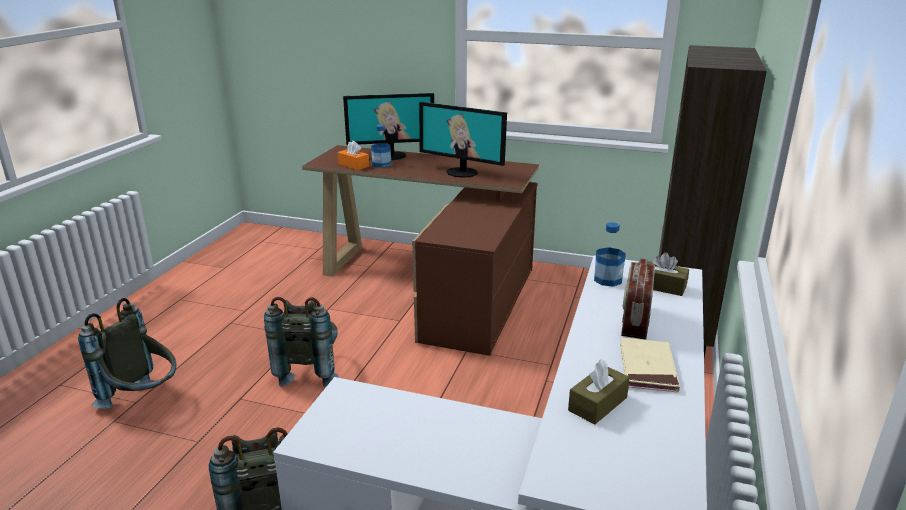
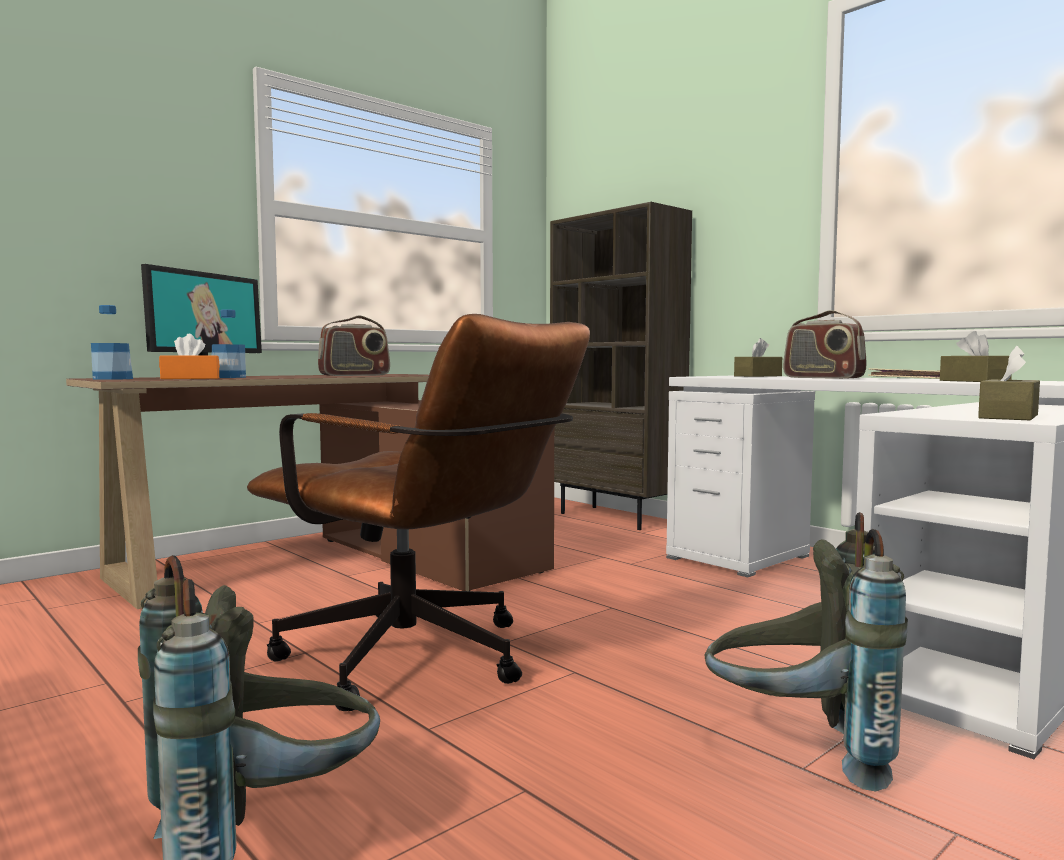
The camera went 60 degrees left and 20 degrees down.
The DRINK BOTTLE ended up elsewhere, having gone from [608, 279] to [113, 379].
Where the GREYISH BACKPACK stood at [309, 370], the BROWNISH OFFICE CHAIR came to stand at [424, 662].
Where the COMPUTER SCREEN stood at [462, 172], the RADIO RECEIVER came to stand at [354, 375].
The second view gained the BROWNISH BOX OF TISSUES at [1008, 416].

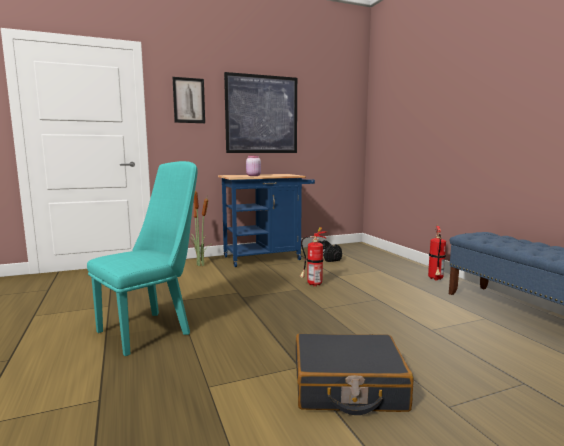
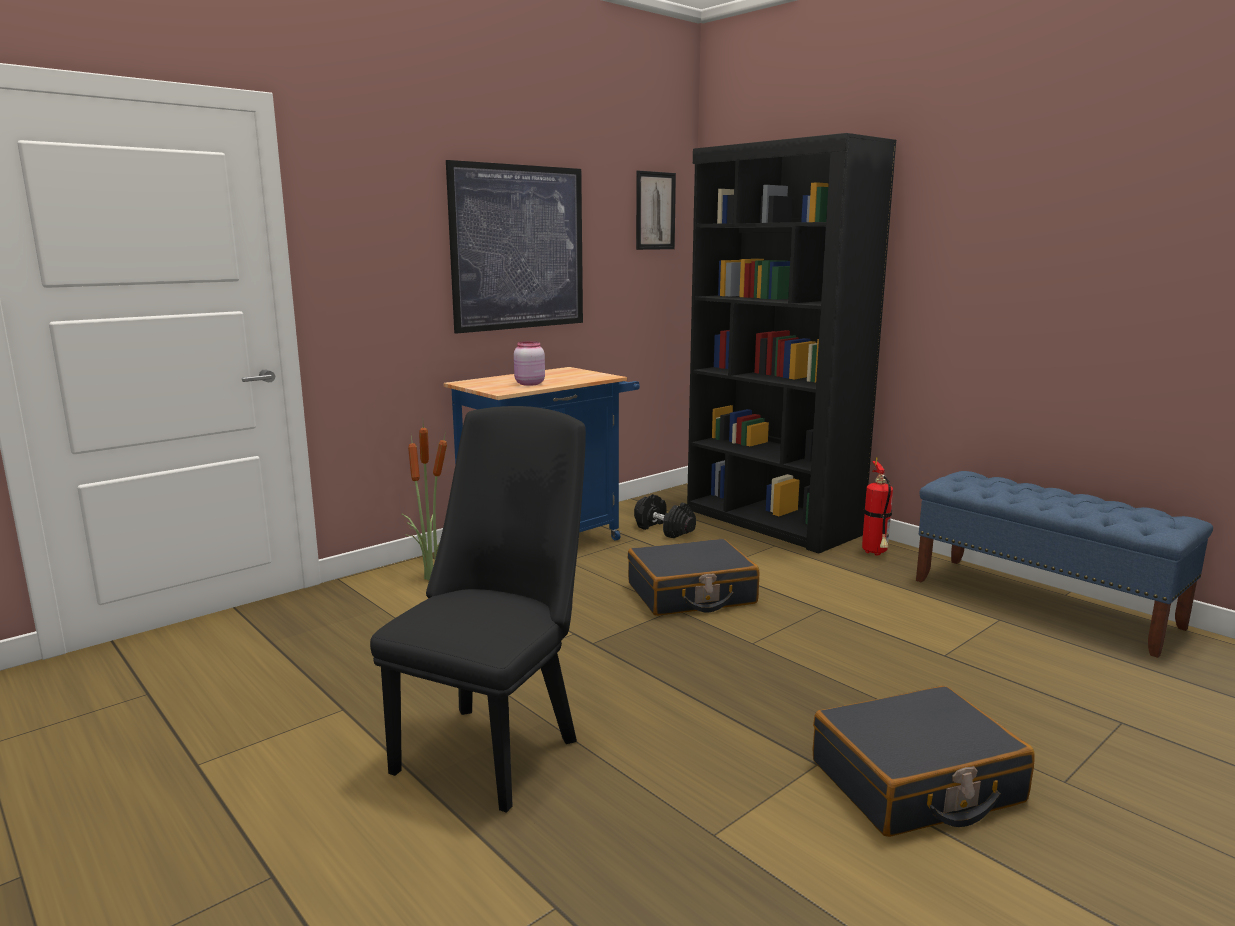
The camera went 20 degrees left and 5 degrees up.
What was the TURQUOISE UPRIGHT CHAIR at [151, 329] turned into the BLACKISH UPRIGHT CHAIR at [493, 746].
Where the FIRE EXTINGUISHER stood at [312, 284], the BLACKISH SUITCASE came to stand at [691, 594].
The WALL PICTURE ended up elsewhere, having gone from [189, 100] to [655, 211].
The second view gained the BLACKISH BOOKSHELF at [771, 522].

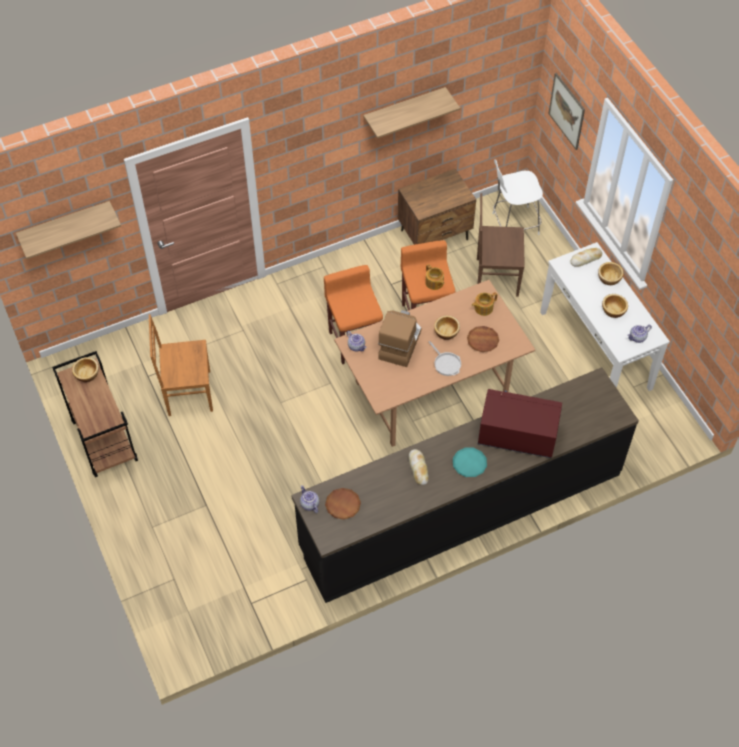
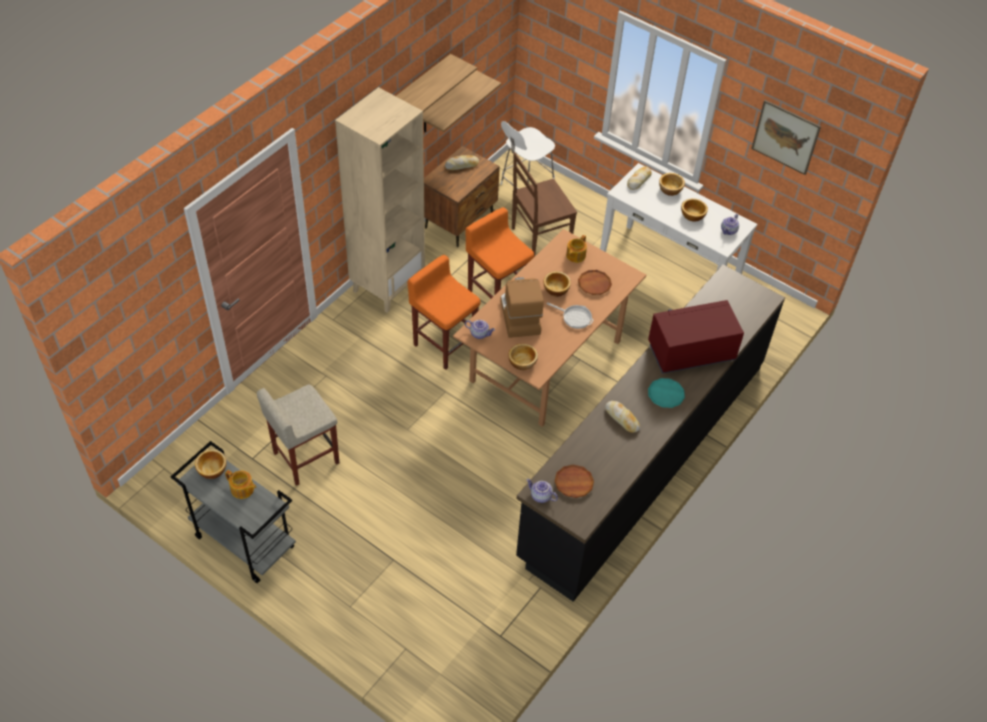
The camera went 30 degrees left and 5 degrees down.
What was the BROWNISH WHEELED CART at [103, 440] turned into the GREYISH WHEELED CART at [243, 542].
The TEA POT ended up elsewhere, having gone from [434, 283] to [242, 489].
Where the BROWNISH UPRIGHT CHAIR stood at [187, 393], the BEIGE SITTING STOOL came to stand at [305, 458].
The second view gained the BEIGE BOOKSHELF at [387, 285].
The BRACKET SHELF ended up elsewhere, having gone from [65, 225] to [446, 103].
The second view gained the BREAD at [461, 165].
The second view gained the BOWL at [522, 362].
The WALL PICTURE ended up elsewhere, having gone from [567, 111] to [785, 137].

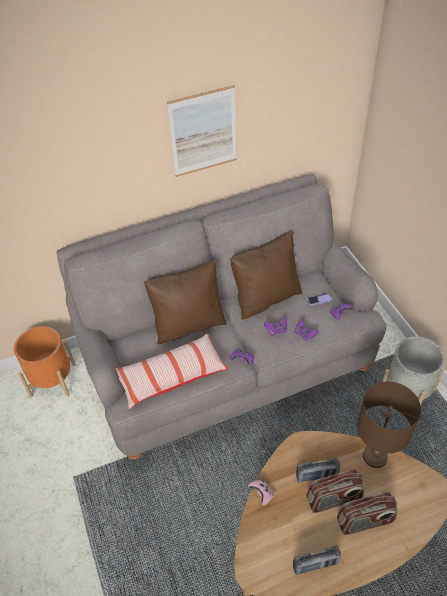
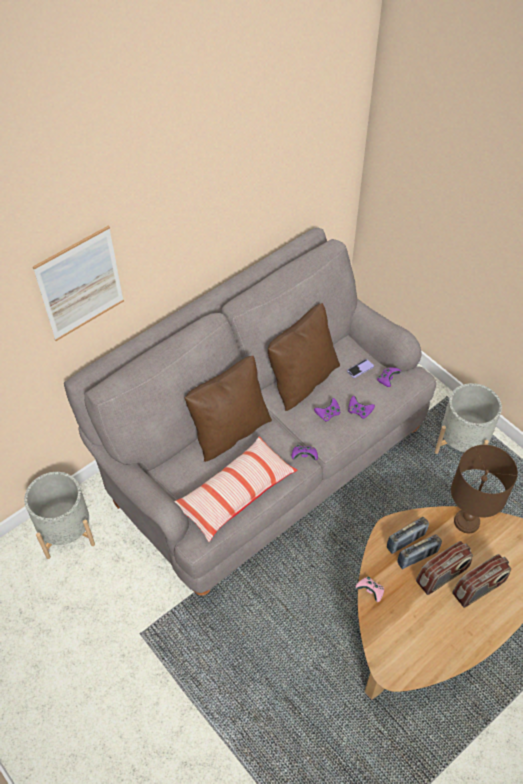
The camera went 20 degrees left and 5 degrees up.
What was the ORANGE-COLOURED FLOWER POT at [52, 380] turned into the GREYISH FLOWER POT at [66, 531].
The WALL PICTURE ended up elsewhere, having gone from [203, 132] to [80, 284].
The RADIO RECEIVER ended up elsewhere, having gone from [315, 565] to [406, 541].

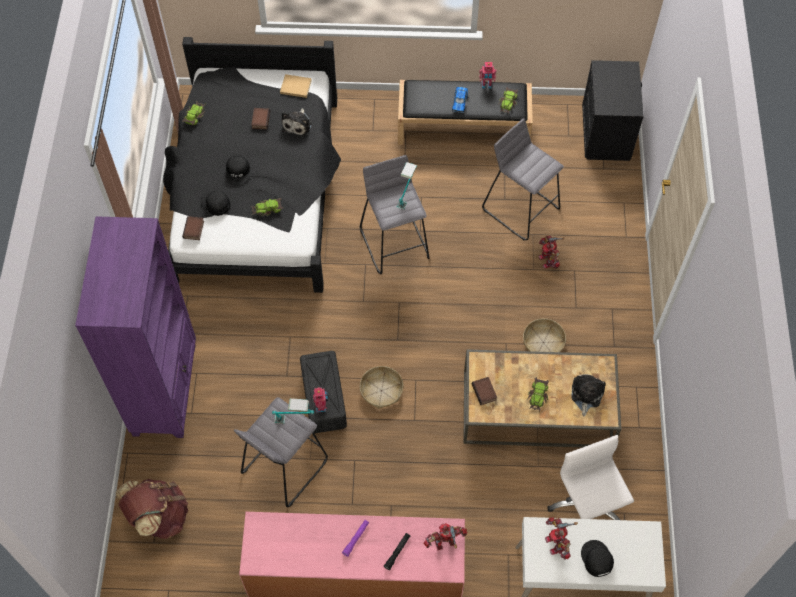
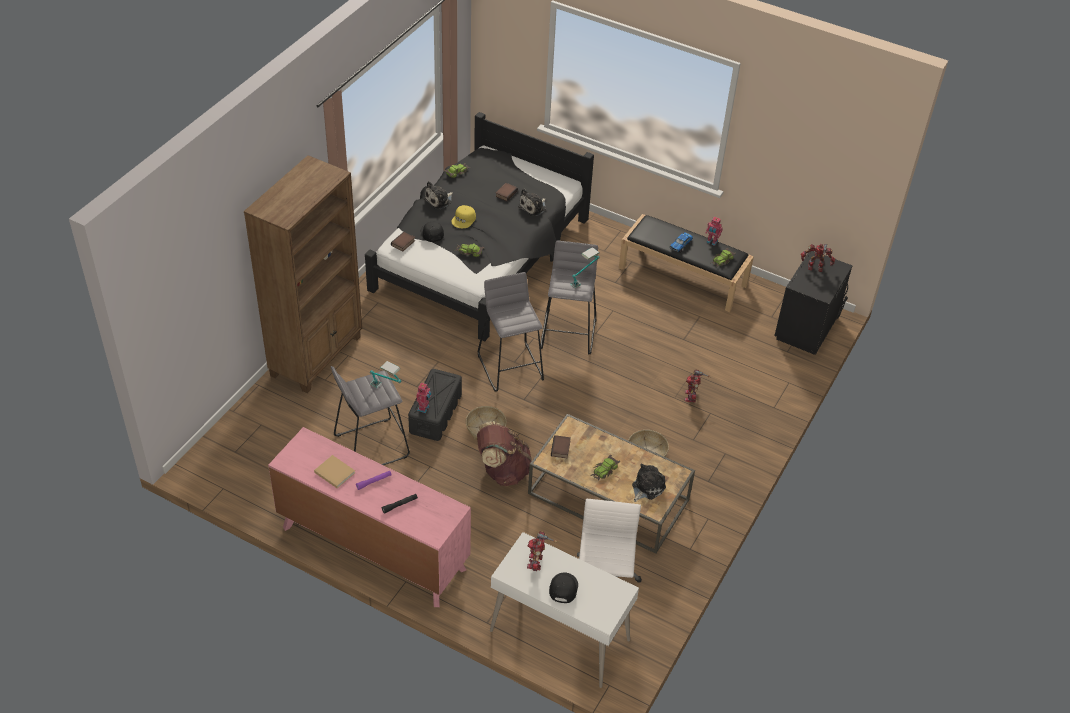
The camera went 25 degrees right and 15 degrees down.
What was the PURPLE BOOKSHELF at [165, 389] turned into the BROWNISH BOOKSHELF at [317, 356].
The BEIGE BOUND BOOK ended up elsewhere, having gone from [295, 86] to [334, 472].
The second view gained the CUDDLY TOY at [439, 200].
What was the BLACKISH PEAKED CAP at [238, 172] turned into the YELLOW-COLOURED PEAKED CAP at [464, 219].
The BROWNISH BACKPACK ended up elsewhere, having gone from [159, 516] to [502, 471].
The GREYISH SITTING STOOL ended up elsewhere, having gone from [520, 208] to [511, 367].
The MODEL ROBOT ended up elsewhere, having gone from [445, 543] to [815, 268].

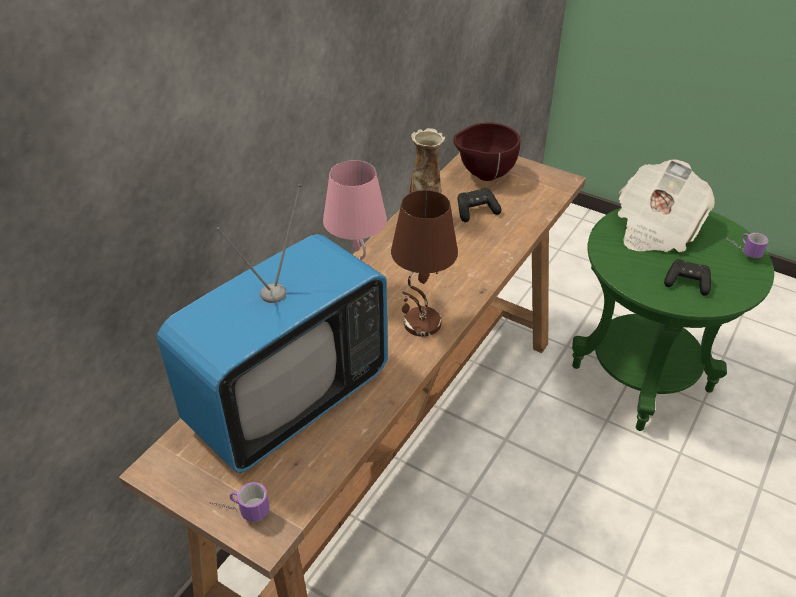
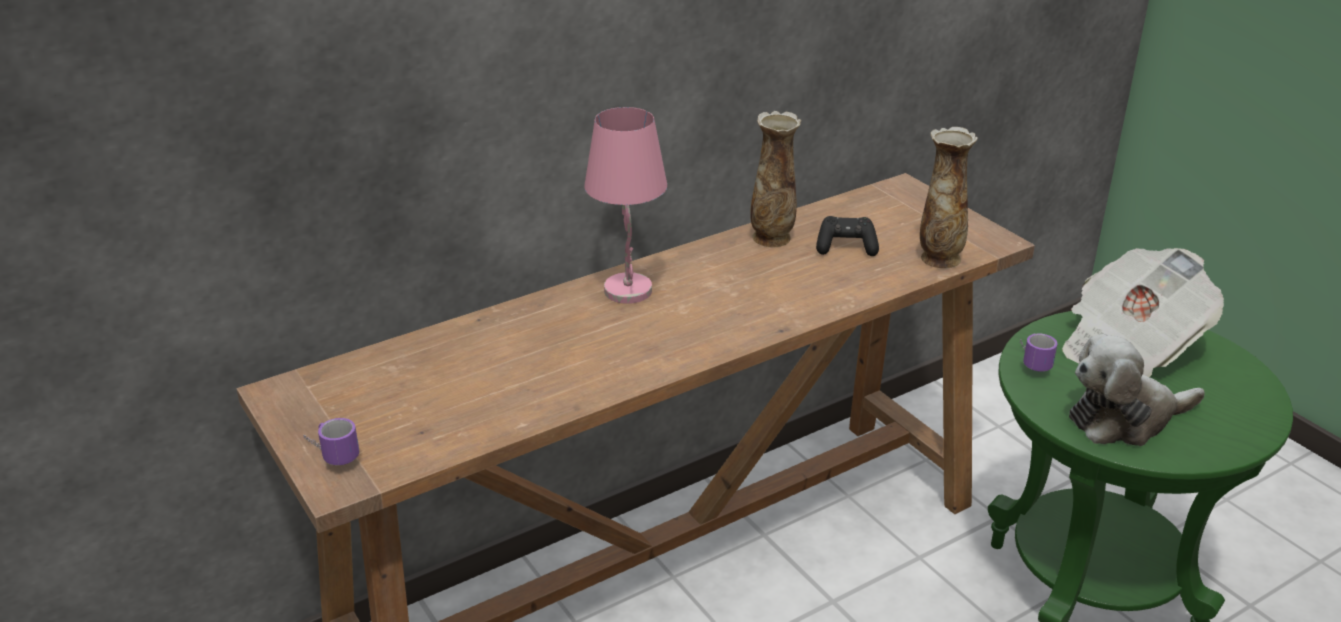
The camera went 25 degrees right and 10 degrees down.
The second view gained the VASE at [939, 258].
The TEA MUG ended up elsewhere, having gone from [742, 250] to [1030, 361].
Where the BLACKISH GAME CONTROLLER stood at [686, 283], the CUDDLY TOY came to stand at [1124, 419].
The second view lost the TELEVISION at [288, 400].
The second view lost the BROWNISH TABLE LAMP at [421, 324].
The second view lost the BROWNISH BOWL at [483, 176].

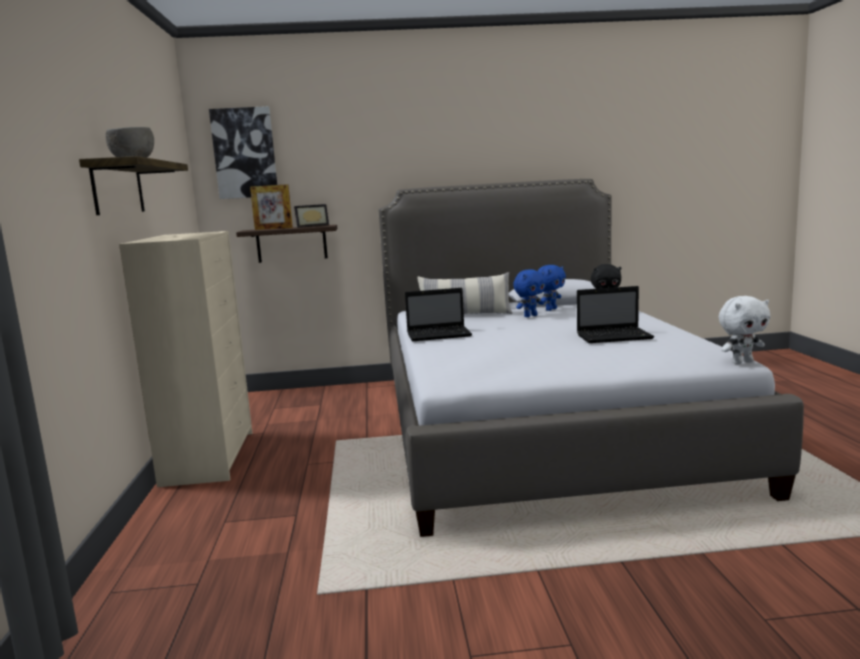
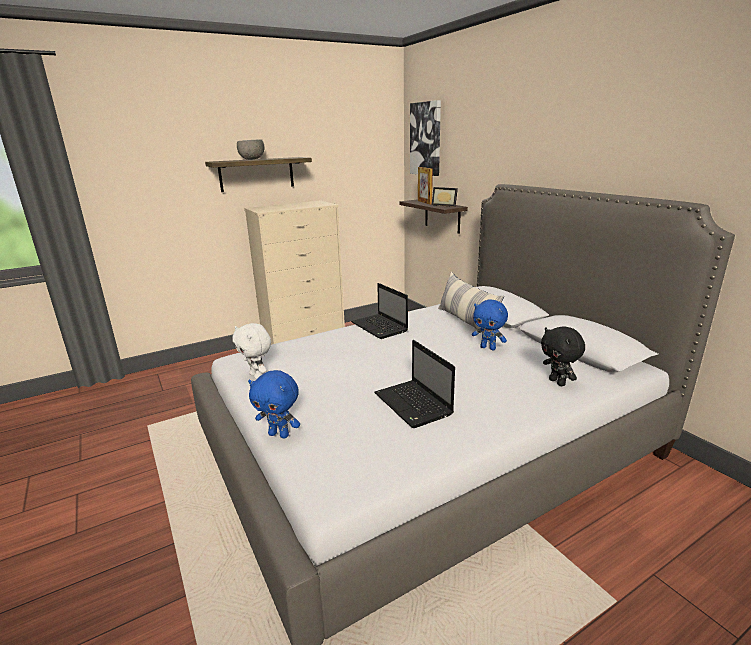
The camera went 65 degrees right and 10 degrees up.
The WHITE-COLOURED CUDDLY TOY ended up elsewhere, having gone from [742, 362] to [257, 376].
The BLUE-COLOURED CUDDLY TOY ended up elsewhere, having gone from [550, 309] to [279, 434].

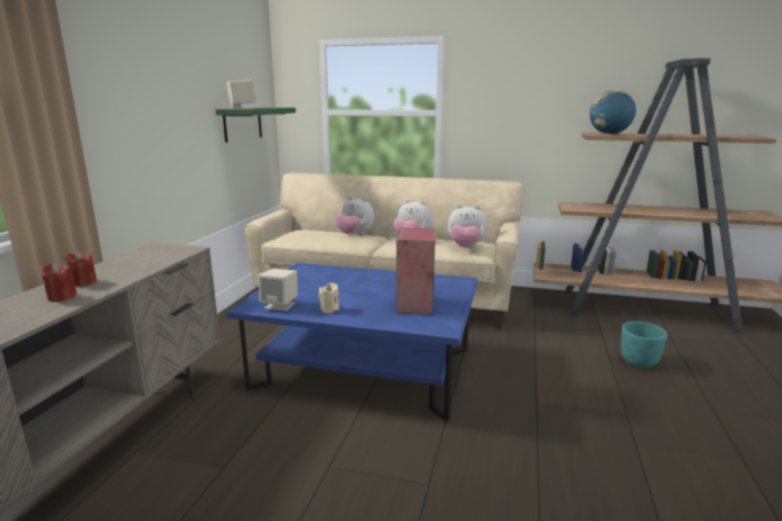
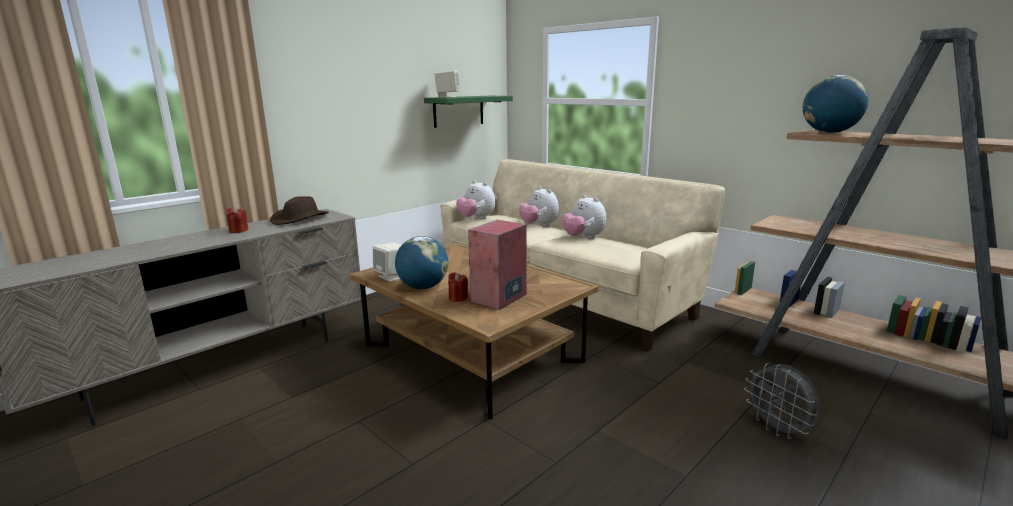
The camera went 30 degrees right and 0 degrees up.
The second view gained the BROWNISH CLOTHING HAT at [300, 219].
What was the BLUE-COLOURED COFFEE TABLE at [364, 368] turned into the BROWNISH COFFEE TABLE at [472, 353].
Where the BEIGE WAX LIGHT stood at [329, 309], the GLOBE came to stand at [423, 287].
The REDDISH WAX LIGHT ended up elsewhere, having gone from [62, 297] to [458, 298].
The CUDDLY TOY ended up elsewhere, having gone from [465, 247] to [476, 218].
Where the TURQUOISE FLOWER POT stood at [639, 362], the GREYISH COOLING FAN came to stand at [778, 429].

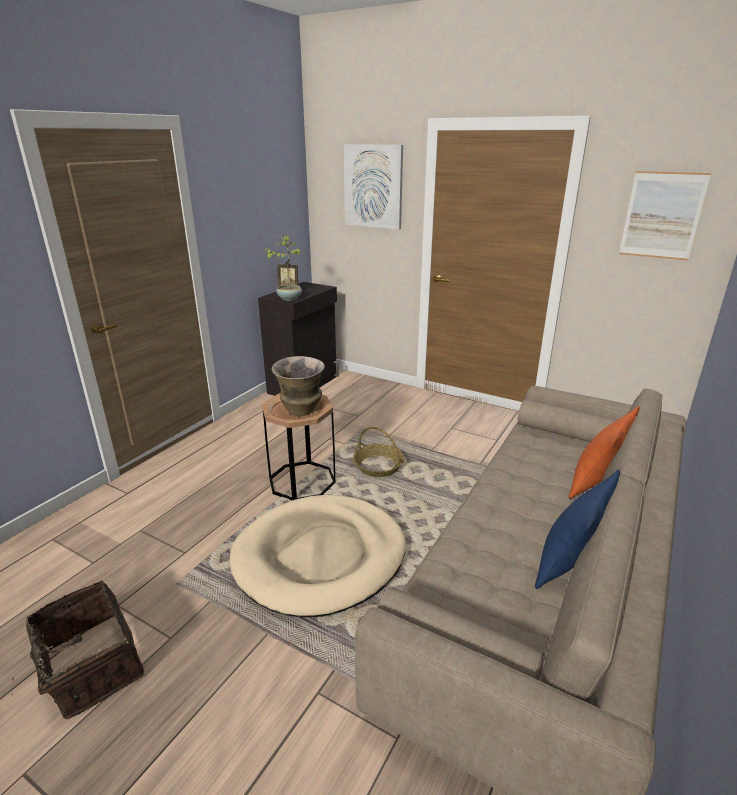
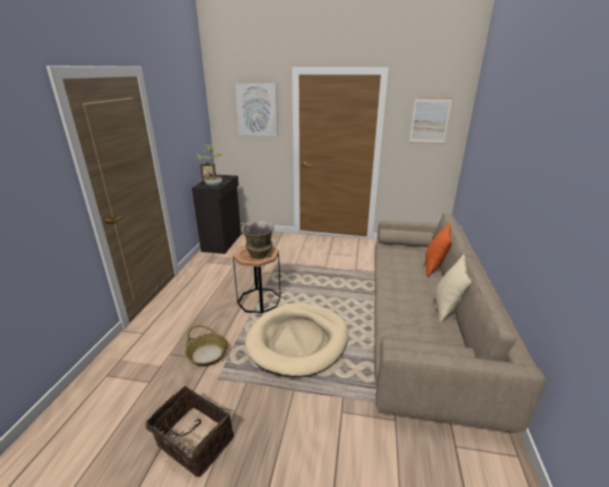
The camera went 20 degrees left and 0 degrees up.
The HOUSEHOLD BASKET ended up elsewhere, having gone from [378, 466] to [208, 354].
What was the BLUE-COLOURED CUSHION at [568, 565] turned into the BEIGE CUSHION at [446, 308].

